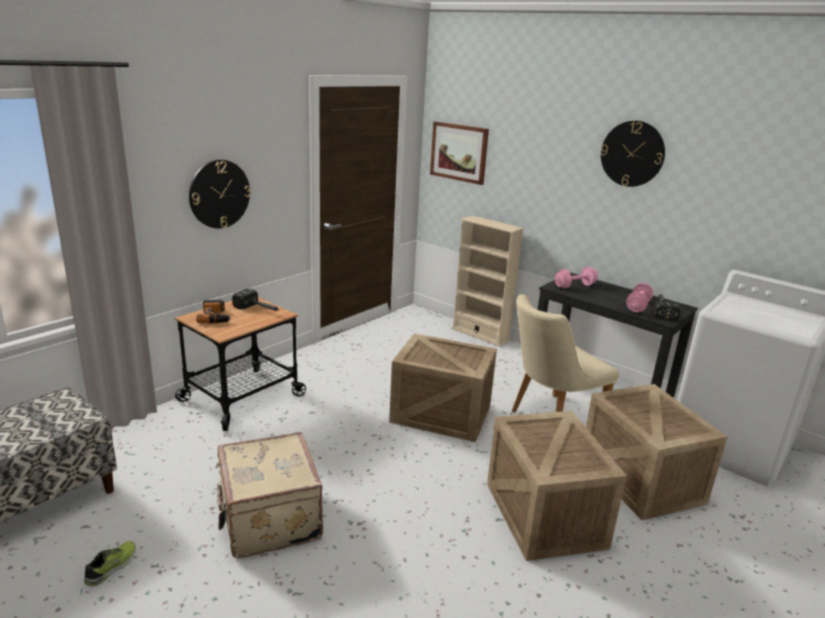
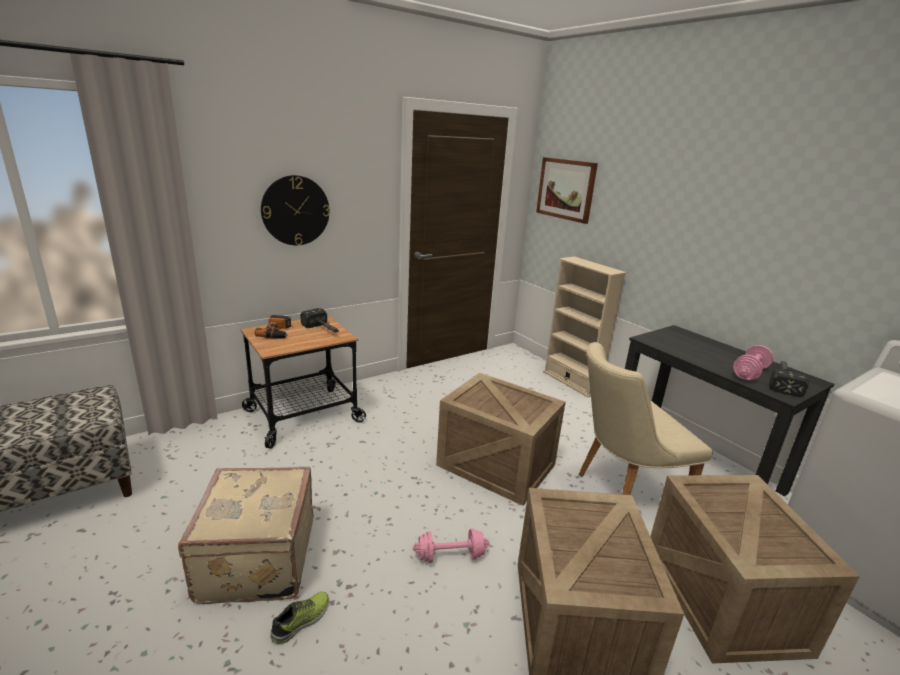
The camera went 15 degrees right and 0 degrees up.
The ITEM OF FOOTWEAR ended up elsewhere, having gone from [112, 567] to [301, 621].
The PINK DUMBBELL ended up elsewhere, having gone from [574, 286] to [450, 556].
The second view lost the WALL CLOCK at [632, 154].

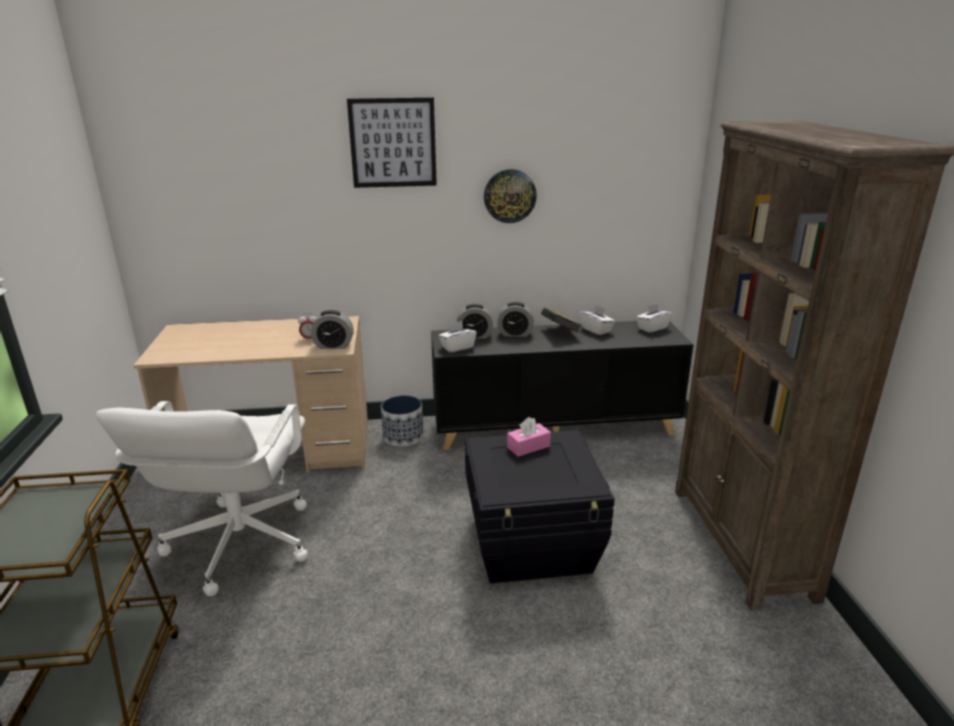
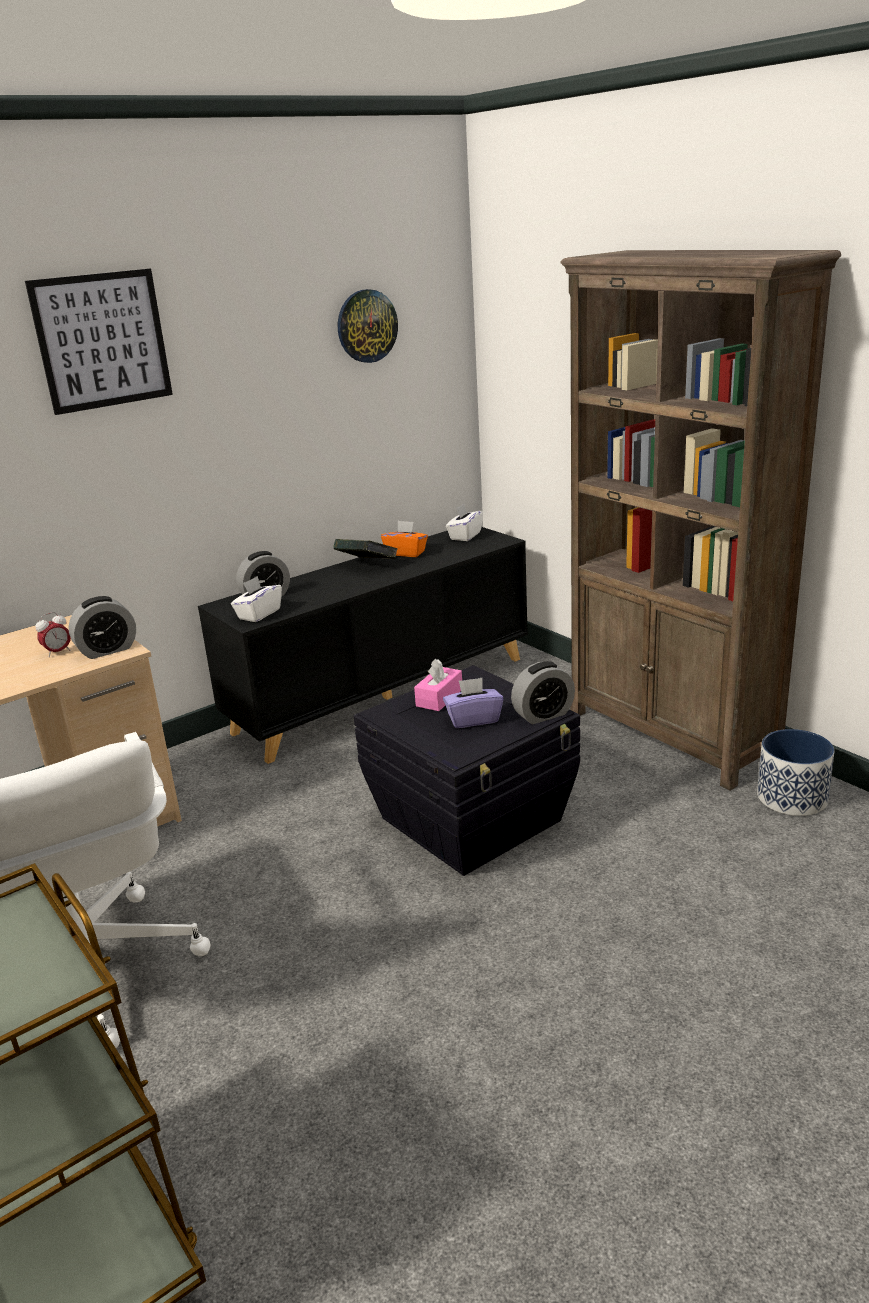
The camera went 30 degrees left and 0 degrees up.
The WALL CLOCK ended up elsewhere, having gone from [509, 196] to [366, 326].
What was the WHITE-COLOURED BOX OF TISSUES at [596, 330] turned into the ORANGE-COLOURED BOX OF TISSUES at [406, 553].
The second view gained the PURPLE BOX OF TISSUES at [473, 719].
The BEDSIDE CLOCK ended up elsewhere, having gone from [515, 334] to [543, 715].
The FLOWER POT ended up elsewhere, having gone from [403, 436] to [792, 798].

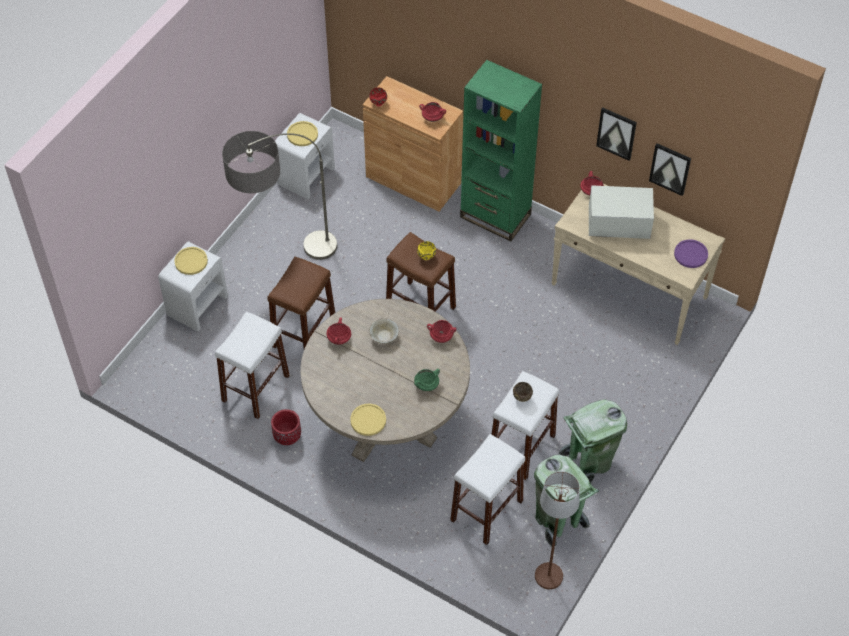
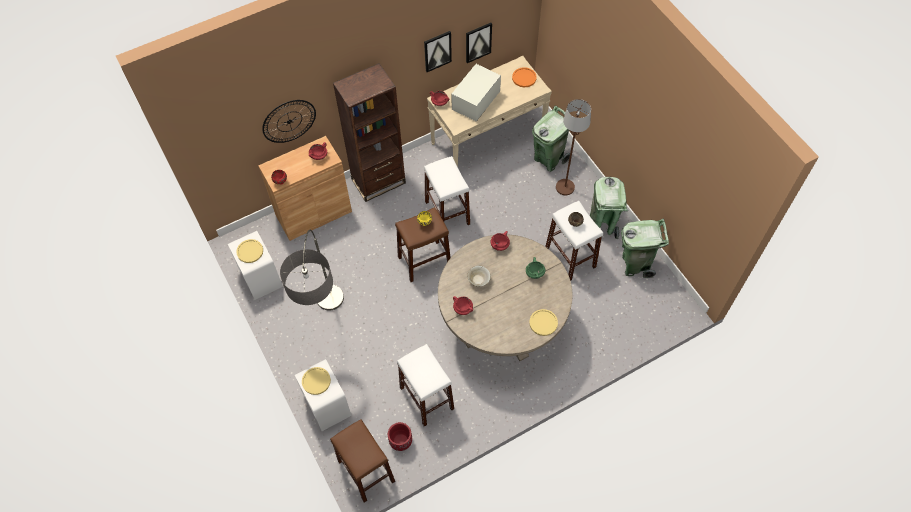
The camera went 60 degrees left and 5 degrees up.
The second view gained the WALL CLOCK at [289, 121].
The BROWNISH SITTING STOOL ended up elsewhere, having gone from [304, 333] to [366, 471].
What was the GREENISH BOOKSHELF at [495, 216] turned into the BROWNISH BOOKSHELF at [378, 181].
The REDDISH FLOWER POT ended up elsewhere, having gone from [287, 436] to [401, 441].
The WHITE-COLOURED SITTING STOOL ended up elsewhere, having gone from [486, 510] to [447, 213].
What was the PURPLE FLAT DISH at [690, 254] turned into the ORANGE-COLOURED FLAT DISH at [524, 78].
The second view gained the GREENISH WASTE BIN at [549, 159].
The BROWNISH FLOOR LAMP ended up elsewhere, having gone from [548, 576] to [565, 187].

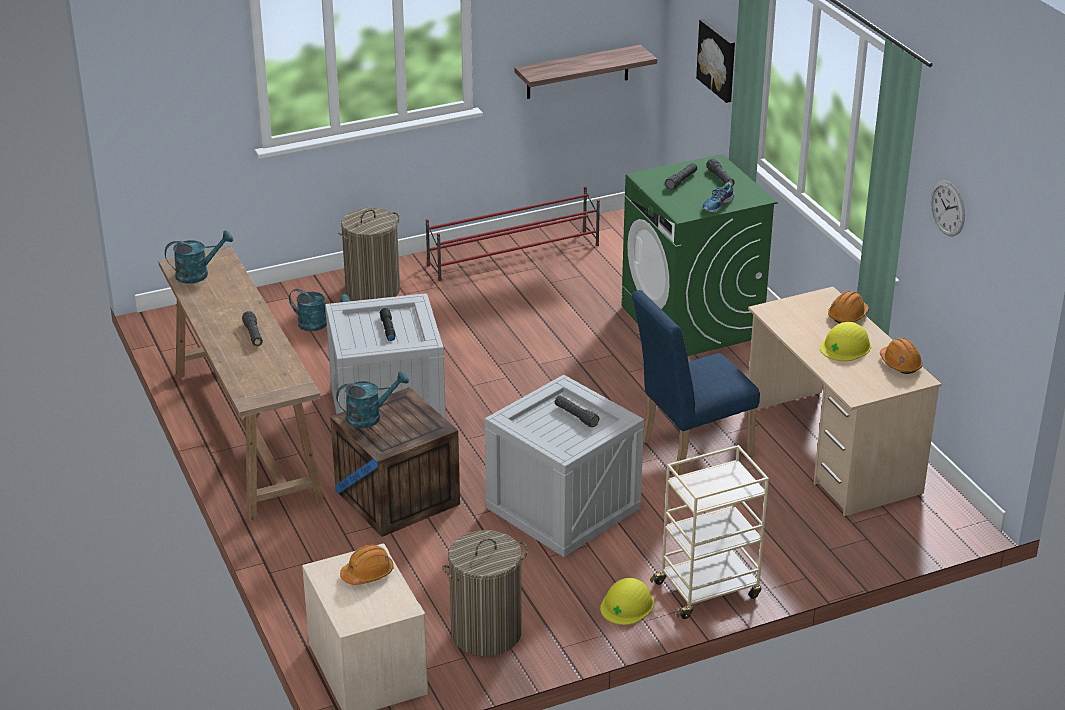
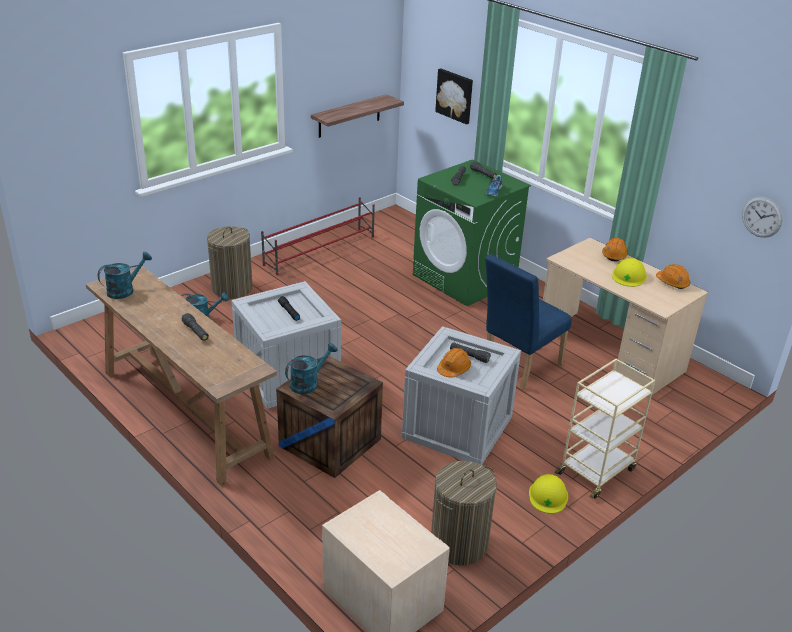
The camera went 20 degrees left and 0 degrees up.
The ORANGE-COLOURED HARD HAT ended up elsewhere, having gone from [367, 573] to [453, 369].
The WALL CLOCK ended up elsewhere, having gone from [948, 208] to [762, 217].

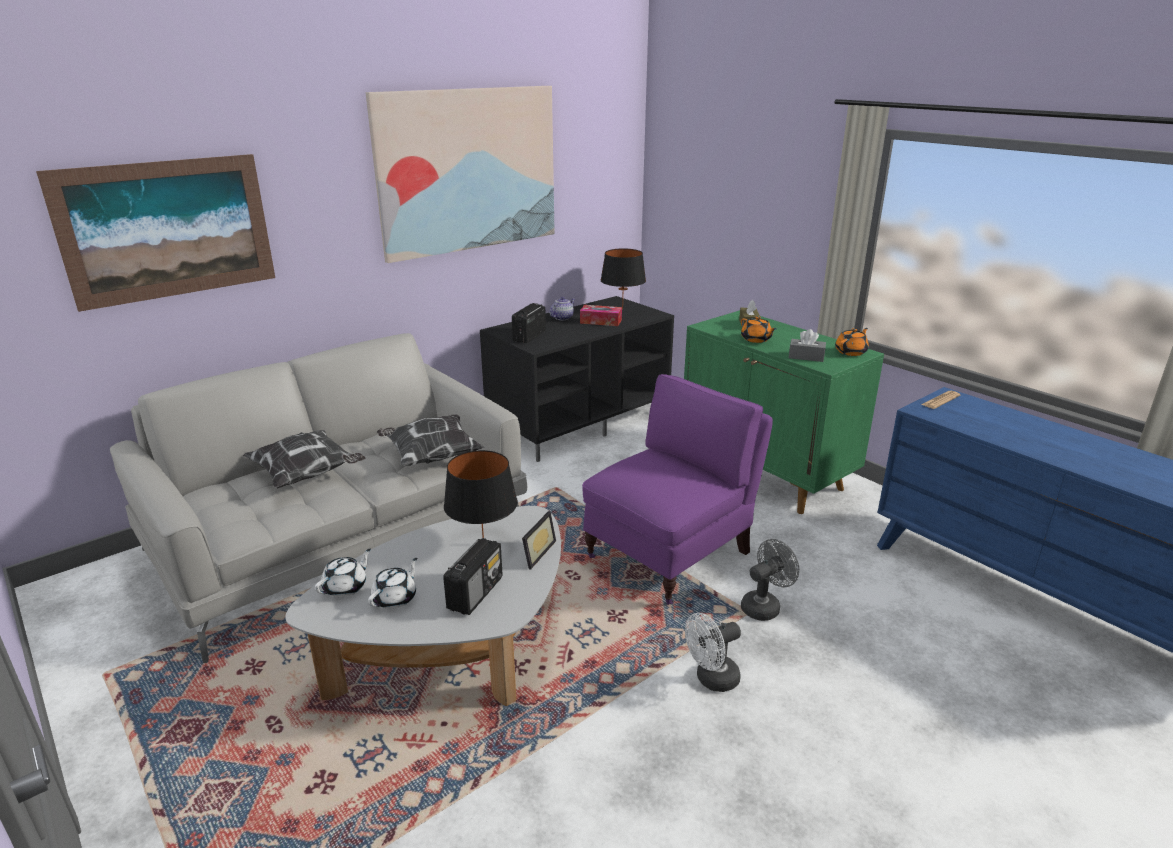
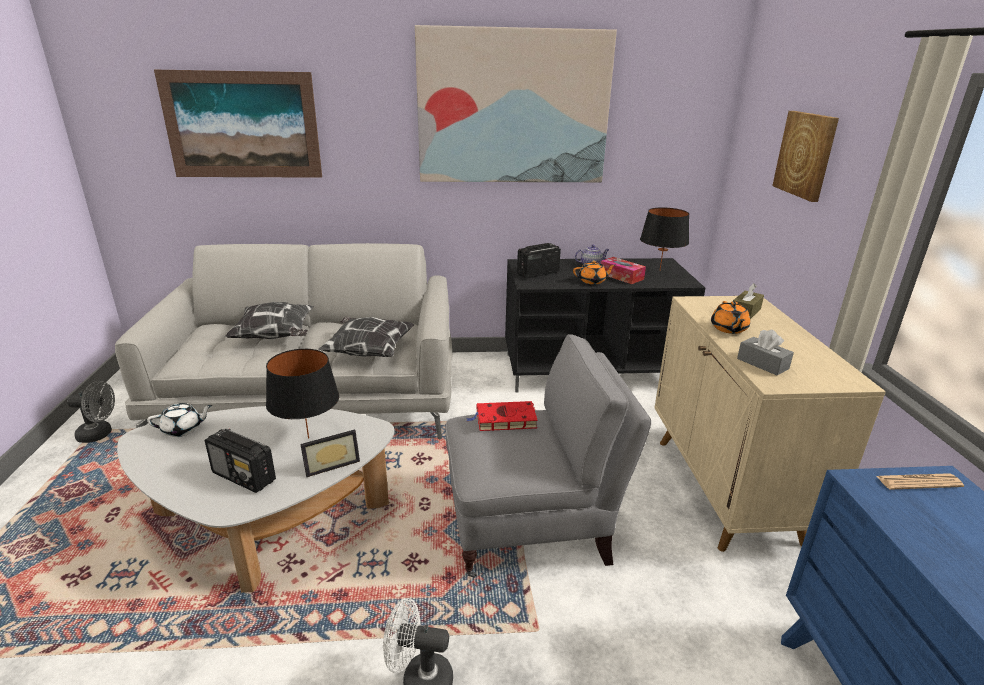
The camera went 35 degrees right and 0 degrees up.
The GREYISH COOLING FAN ended up elsewhere, having gone from [764, 606] to [100, 434].
The RADIO RECEIVER at [476, 592] ended up facing another way, 60 degrees clockwise from before.
What was the PURPLE ARMCHAIR at [671, 554] turned into the GREYISH ARMCHAIR at [532, 527].
The second view gained the REDDISH BOUND BOOK at [504, 420].
The ORANGE-COLOURED TEA POT ended up elsewhere, having gone from [851, 352] to [592, 281].
What was the GREENISH STORAGE CABINET at [766, 474] turned into the BEIGE STORAGE CABINET at [726, 489].
The second view gained the WALL PICTURE at [806, 155].
The second view lost the WHITE-COLOURED TEA POT at [395, 598].

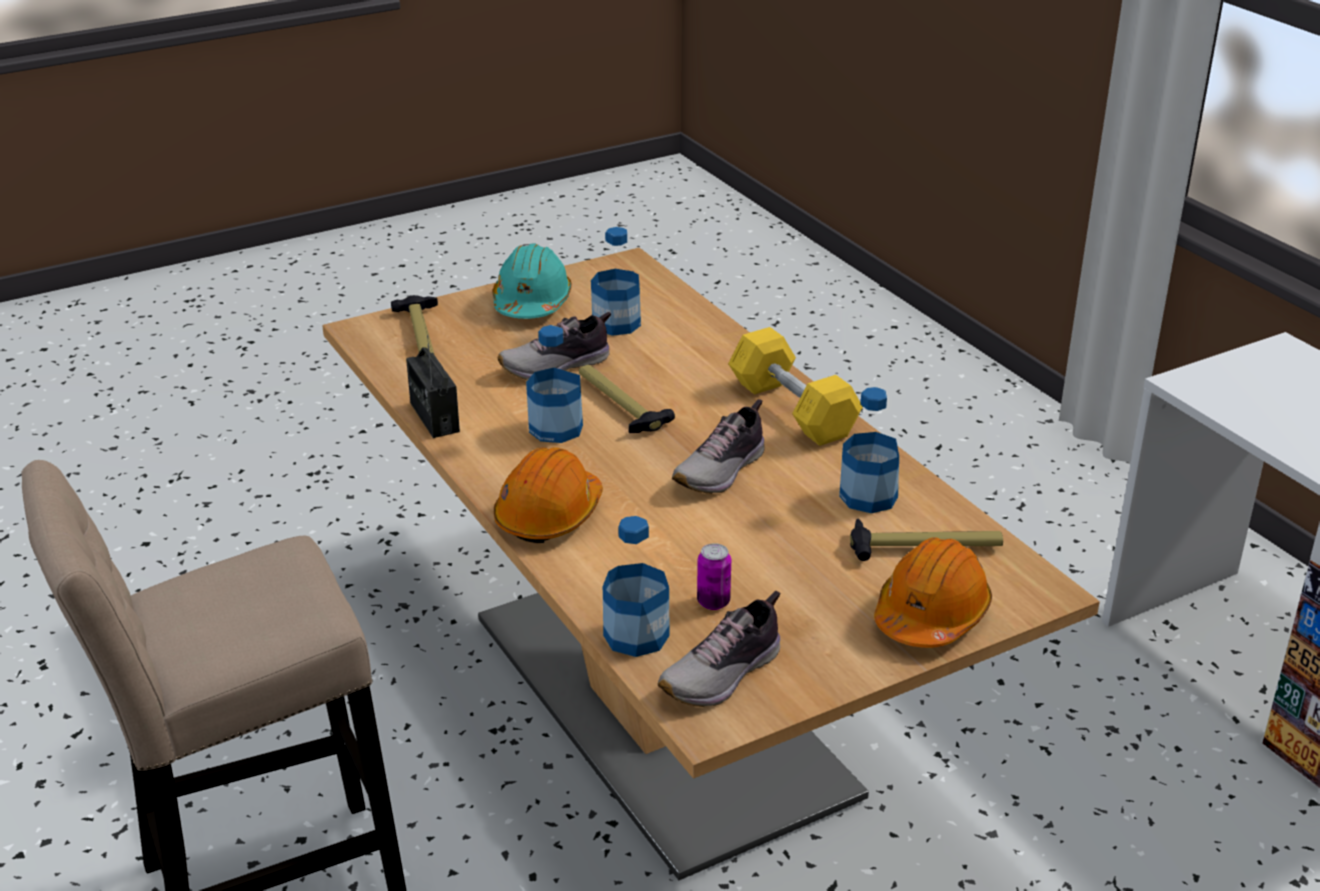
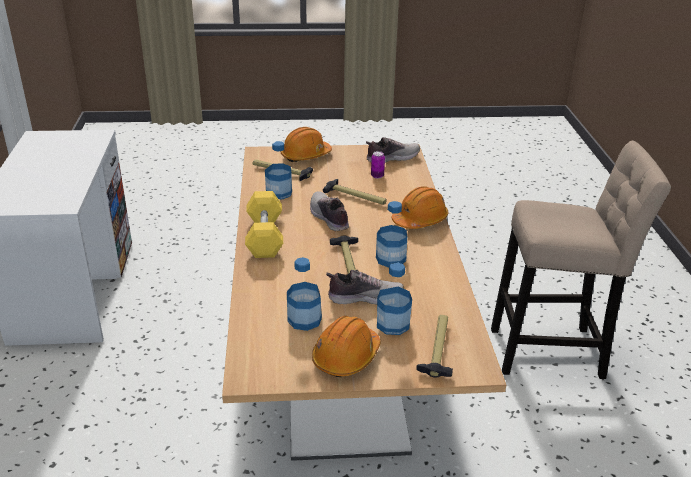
The camera went 155 degrees left and 0 degrees up.
The ITEM OF FOOTWEAR at [722, 471] ended up facing another way, 90 degrees counterclockwise from before.
What was the TURQUOISE HARD HAT at [532, 303] turned into the ORANGE-COLOURED HARD HAT at [346, 357].
The second view gained the HAND HAMMER at [355, 197].
The DRINK BOTTLE ended up elsewhere, having gone from [636, 635] to [393, 324].
The second view lost the RADIO RECEIVER at [434, 417].

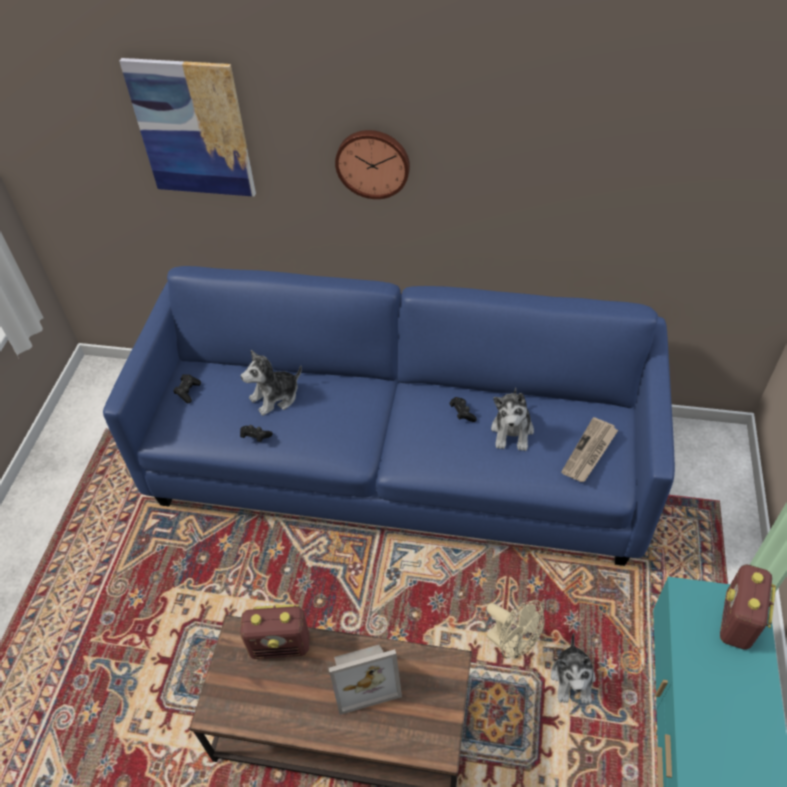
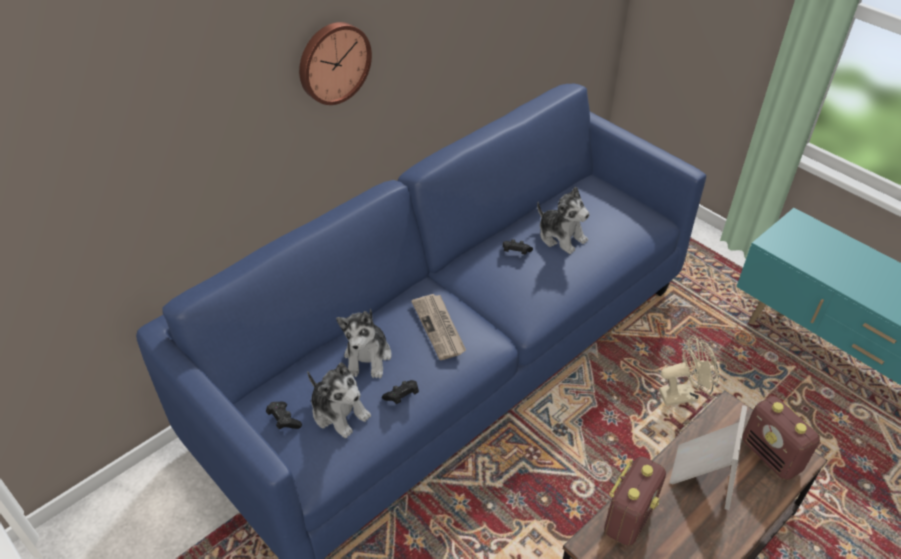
The camera went 55 degrees left and 5 degrees down.
The CUDDLY TOY ended up elsewhere, having gone from [573, 679] to [339, 412].
The PRINTED PAPER ended up elsewhere, having gone from [589, 452] to [439, 328].
The RADIO RECEIVER ended up elsewhere, having gone from [737, 621] to [771, 456].
The second view lost the WALL PICTURE at [192, 129].

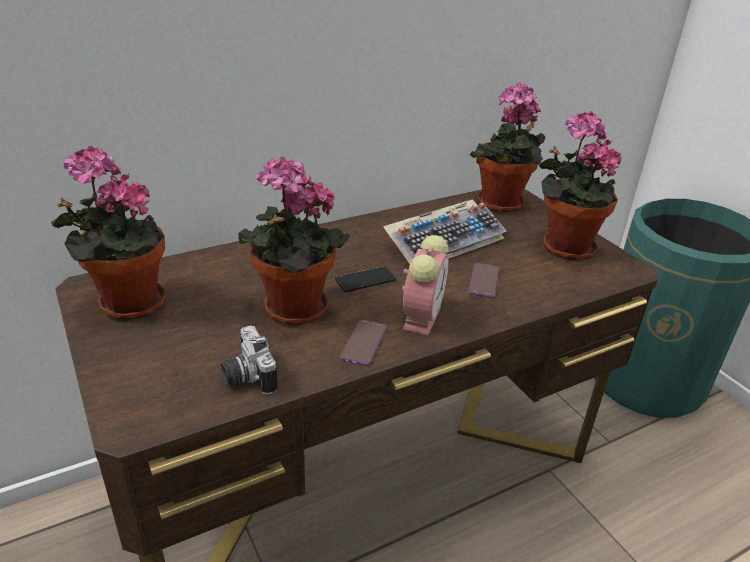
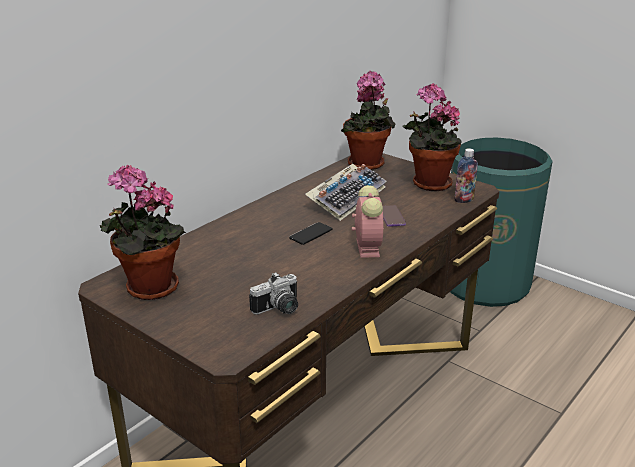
The camera went 20 degrees left and 5 degrees down.
The STILL CAMERA at [246, 376] ended up facing another way, 75 degrees counterclockwise from before.
The second view gained the DRINK BOTTLE at [464, 200].
The second view lost the PLANT IN A POT at [292, 311].
The second view lost the HANDSET at [364, 343].

